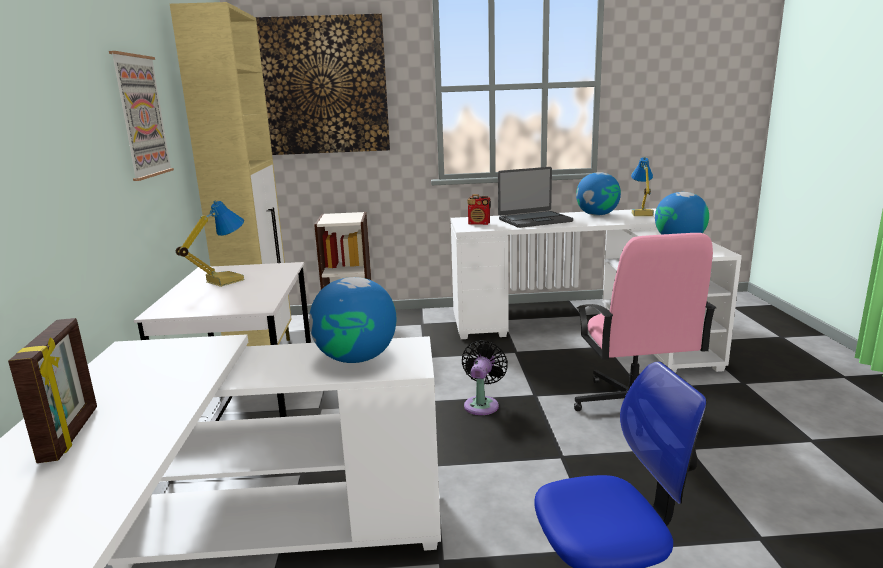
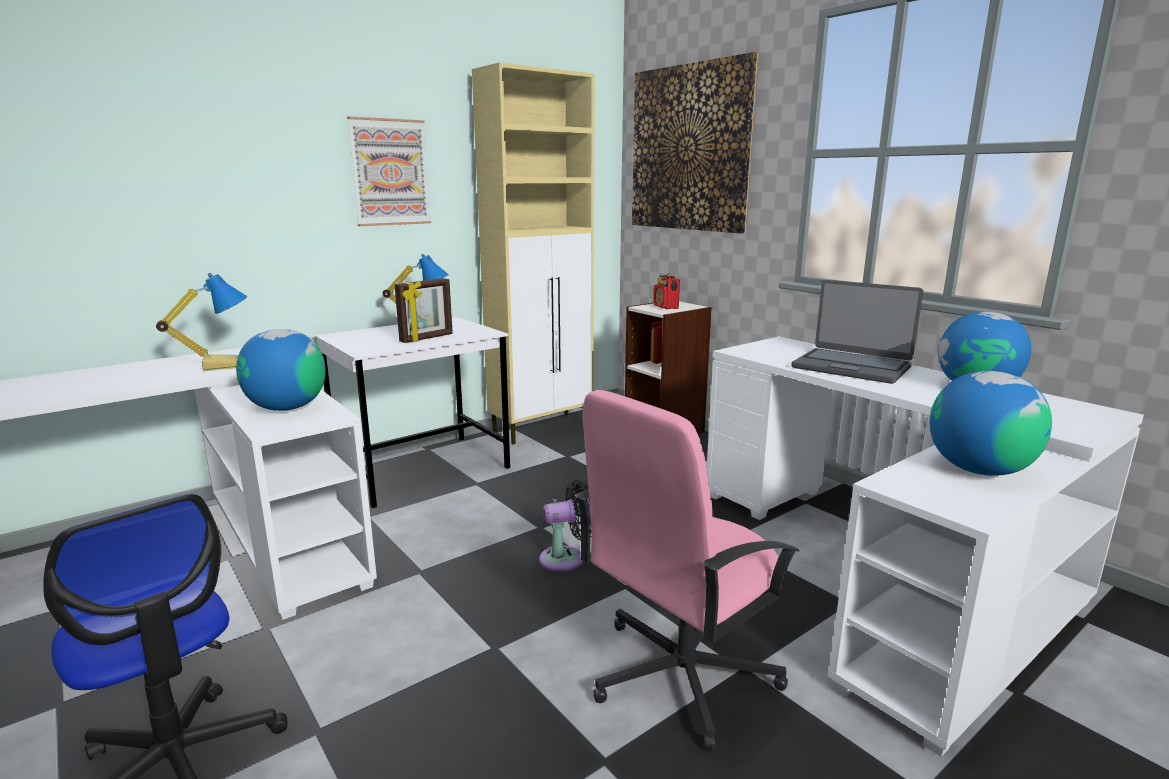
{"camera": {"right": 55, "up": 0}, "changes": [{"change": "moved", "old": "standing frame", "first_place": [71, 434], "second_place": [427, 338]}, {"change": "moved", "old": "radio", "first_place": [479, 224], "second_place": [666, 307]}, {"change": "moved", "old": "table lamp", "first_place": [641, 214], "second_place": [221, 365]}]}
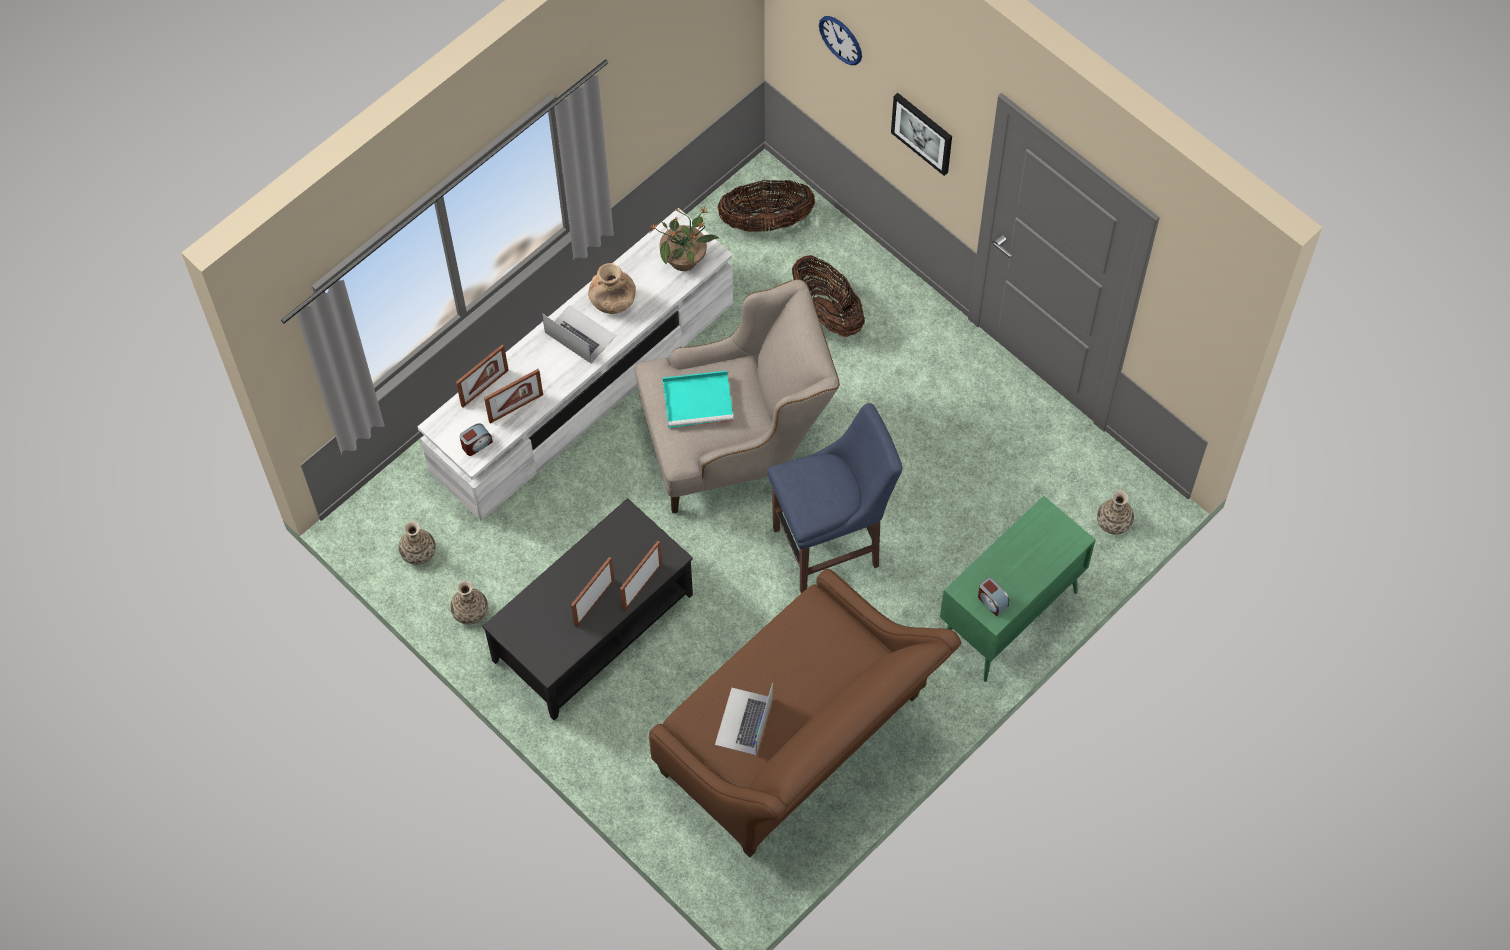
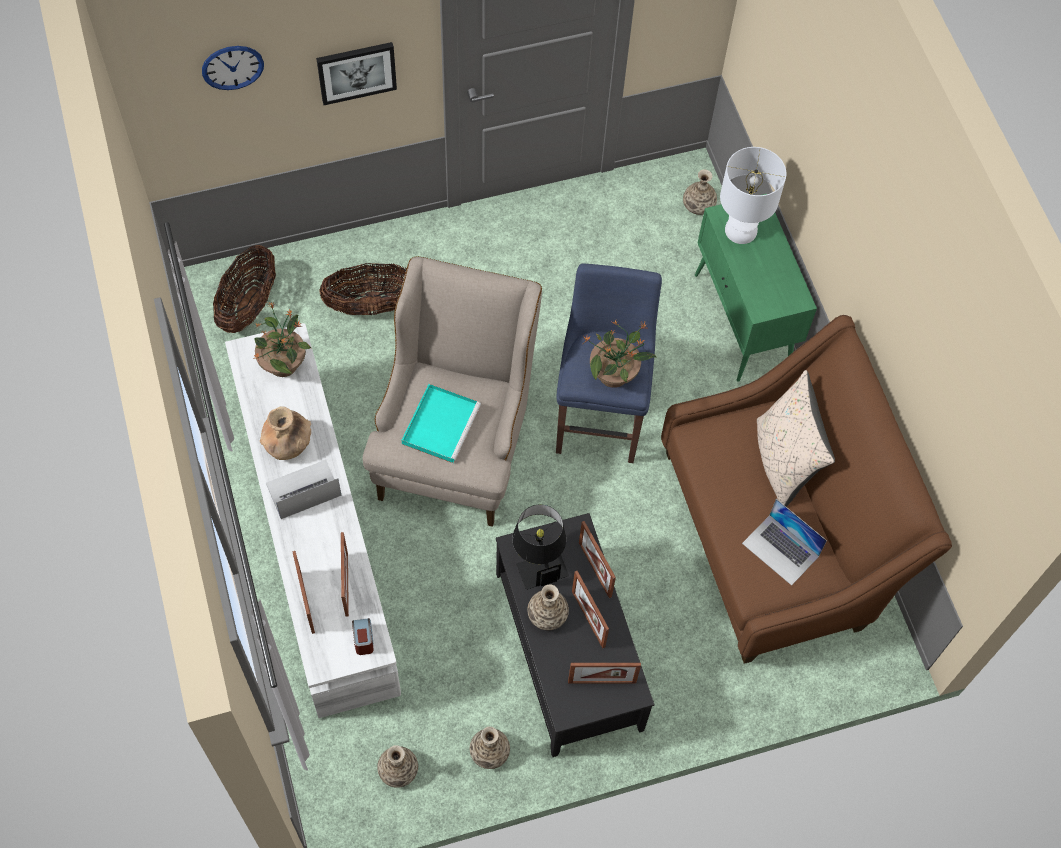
{"camera": {"right": -65, "up": 0}, "changes": [{"change": "removed", "old": "table clock", "first_place": [992, 601]}, {"change": "added", "new": "black table lamp", "second_place": [538, 560]}, {"change": "added", "new": "flower vase", "second_place": [547, 615]}, {"change": "added", "new": "standing frame", "second_place": [602, 682]}, {"change": "added", "new": "houseplant", "second_place": [614, 374]}, {"change": "added", "new": "whitish table lamp", "second_place": [741, 231]}, {"change": "added", "new": "beige-coloured pillow", "second_place": [783, 461]}]}
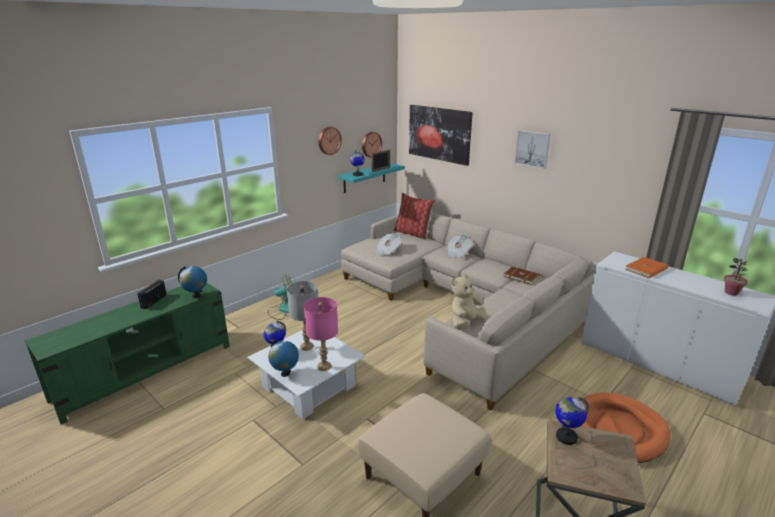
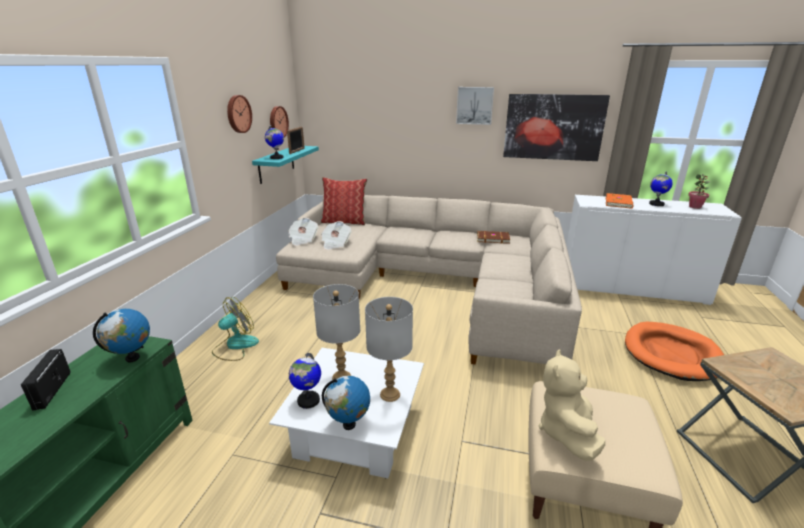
{"camera": {"right": -30, "up": 0}, "changes": [{"change": "moved", "old": "picture", "first_place": [439, 134], "second_place": [553, 127]}, {"change": "moved", "old": "printed paper", "first_place": [457, 253], "second_place": [303, 239]}, {"change": "moved", "old": "beige-coloured soft toy", "first_place": [465, 323], "second_place": [566, 432]}, {"change": "moved", "old": "desk globe", "first_place": [566, 437], "second_place": [656, 204]}, {"change": "recoloured", "old": "pink table lamp", "new": "gray table lamp", "first_place": [324, 366], "second_place": [390, 394]}]}
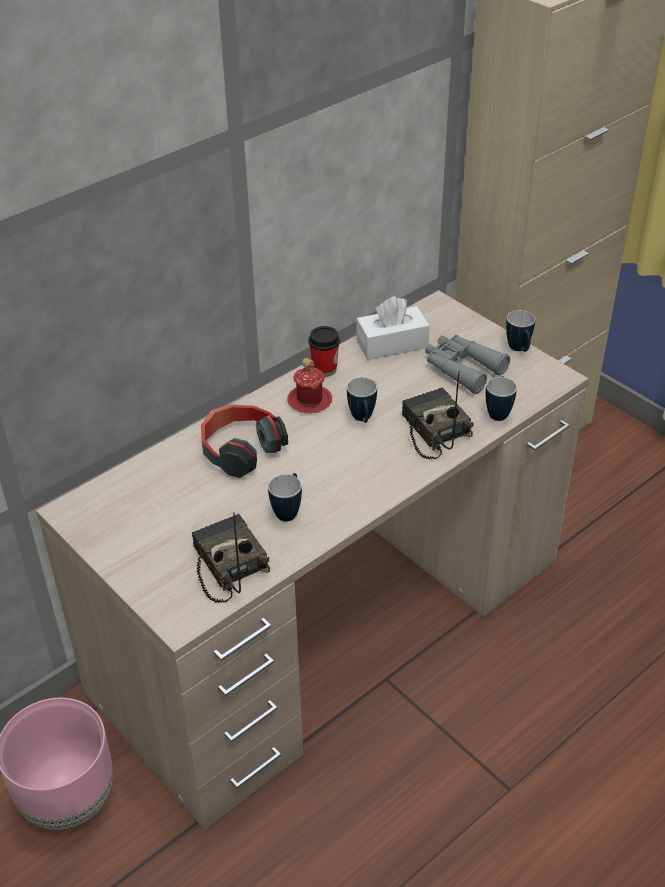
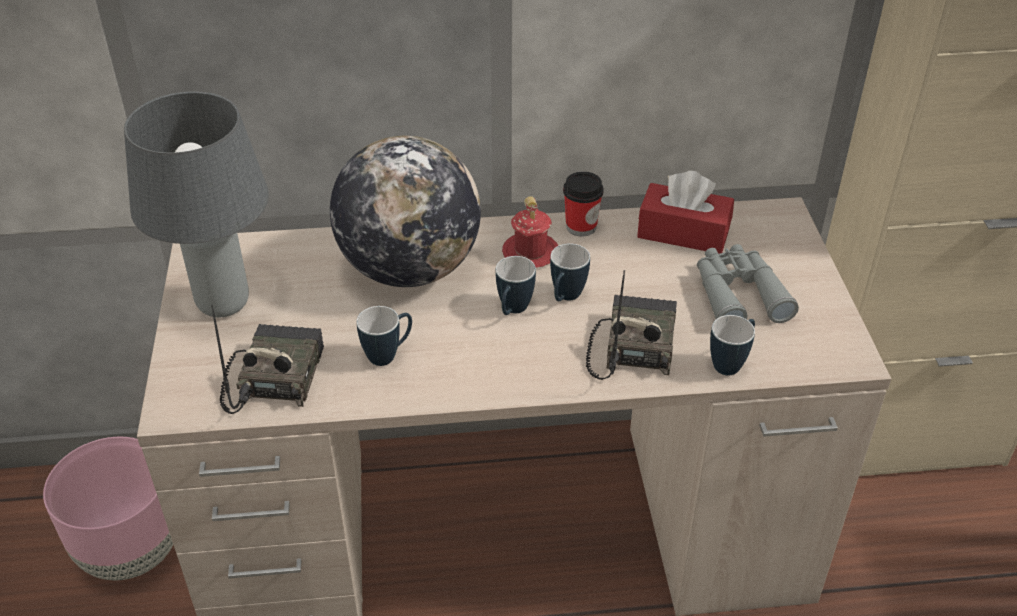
{"camera": {"right": 35, "up": 0}, "changes": [{"change": "added", "new": "gray table lamp", "second_place": [222, 305]}, {"change": "moved", "old": "tea mug", "first_place": [519, 350], "second_place": [512, 311]}, {"change": "replaced", "old": "headphones", "new": "desk globe", "first_place": [240, 449], "second_place": [409, 269]}, {"change": "recoloured", "old": "whitish tissue box", "new": "reddish tissue box", "first_place": [392, 344], "second_place": [683, 233]}]}
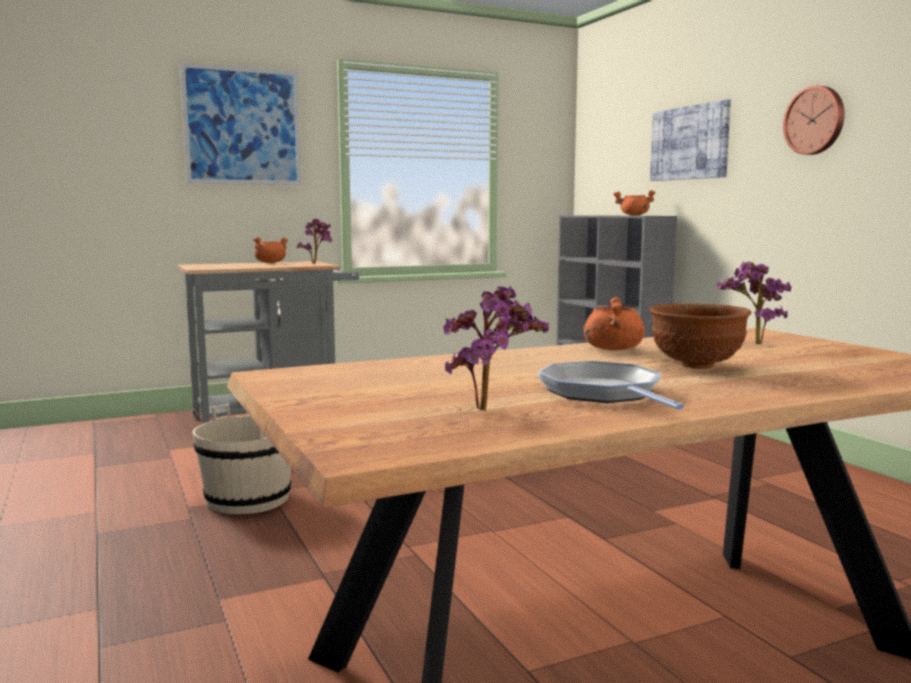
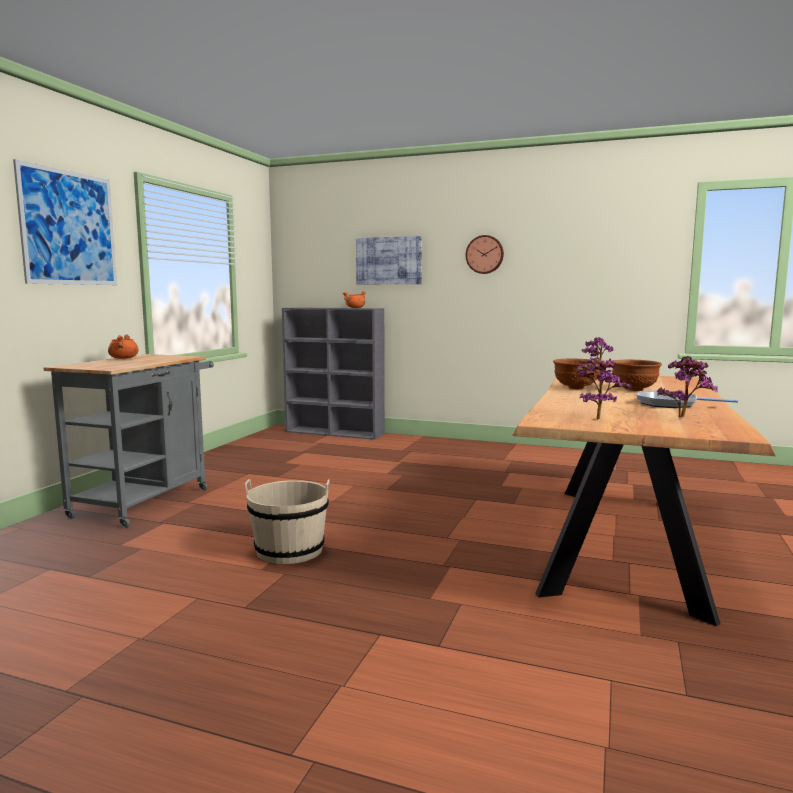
{"camera": {"right": -45, "up": 0}, "changes": [{"change": "moved", "old": "houseplant", "first_place": [317, 263], "second_place": [597, 418]}, {"change": "replaced", "old": "orangey stockpot", "new": "brown deep dish", "first_place": [612, 349], "second_place": [575, 388]}]}
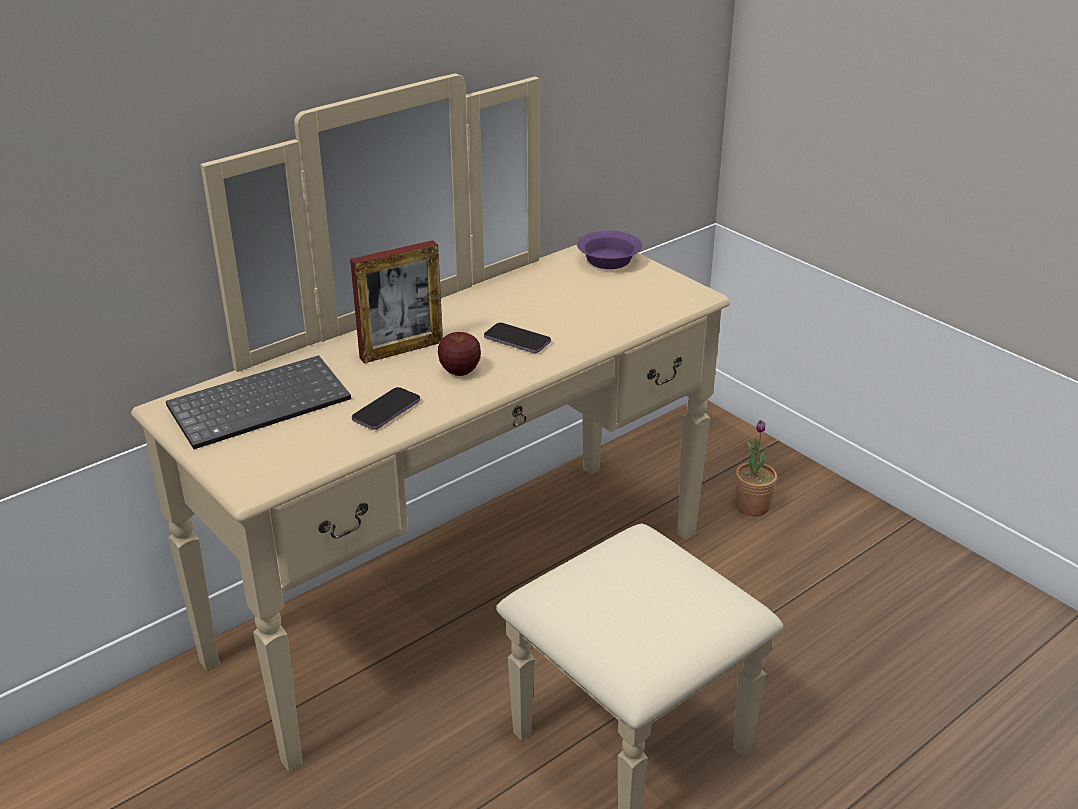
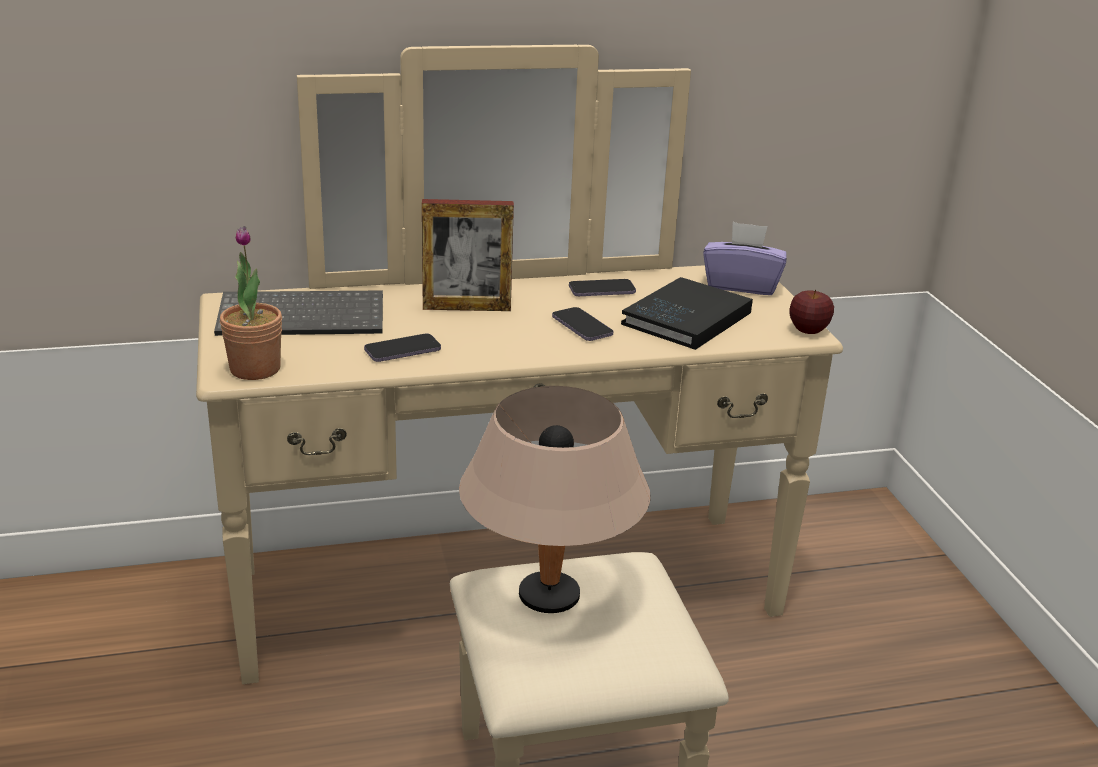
{"camera": {"right": 25, "up": -5}, "changes": [{"change": "added", "new": "beige-coloured table lamp", "second_place": [548, 596]}, {"change": "added", "new": "phone", "second_place": [602, 290]}, {"change": "added", "new": "black volume", "second_place": [686, 318]}, {"change": "moved", "old": "whole apple", "first_place": [459, 371], "second_place": [807, 330]}, {"change": "moved", "old": "houseplant", "first_place": [752, 506], "second_place": [255, 369]}, {"change": "replaced", "old": "purple-coloured deep dish", "new": "purple-coloured tissue box", "first_place": [608, 262], "second_place": [741, 285]}]}
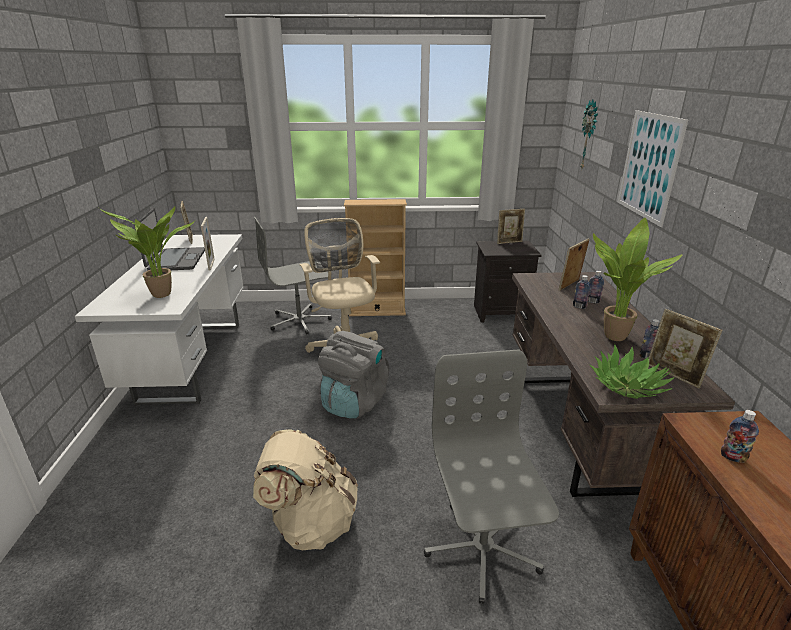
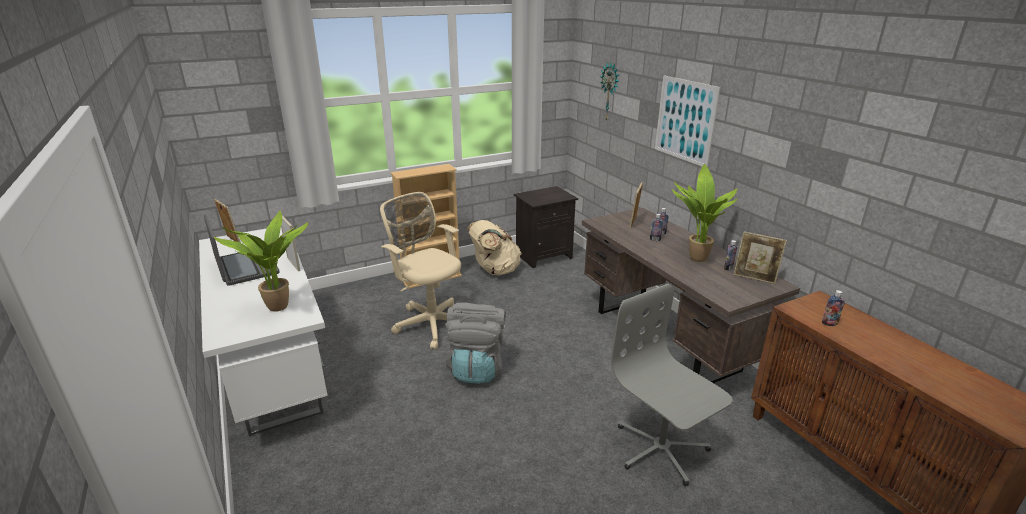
{"camera": {"right": -25, "up": 0}, "changes": [{"change": "removed", "old": "gray computer chair", "first_place": [300, 321]}, {"change": "removed", "old": "standing frame", "first_place": [509, 242]}, {"change": "removed", "old": "houseplant", "first_place": [627, 386]}, {"change": "moved", "old": "beige-coloured backpack", "first_place": [311, 522], "second_place": [494, 270]}]}
